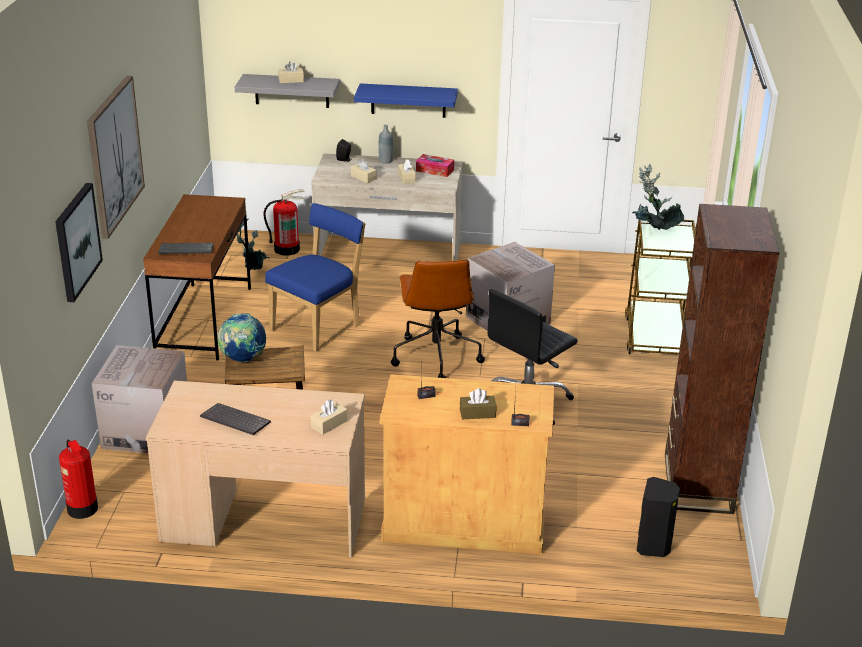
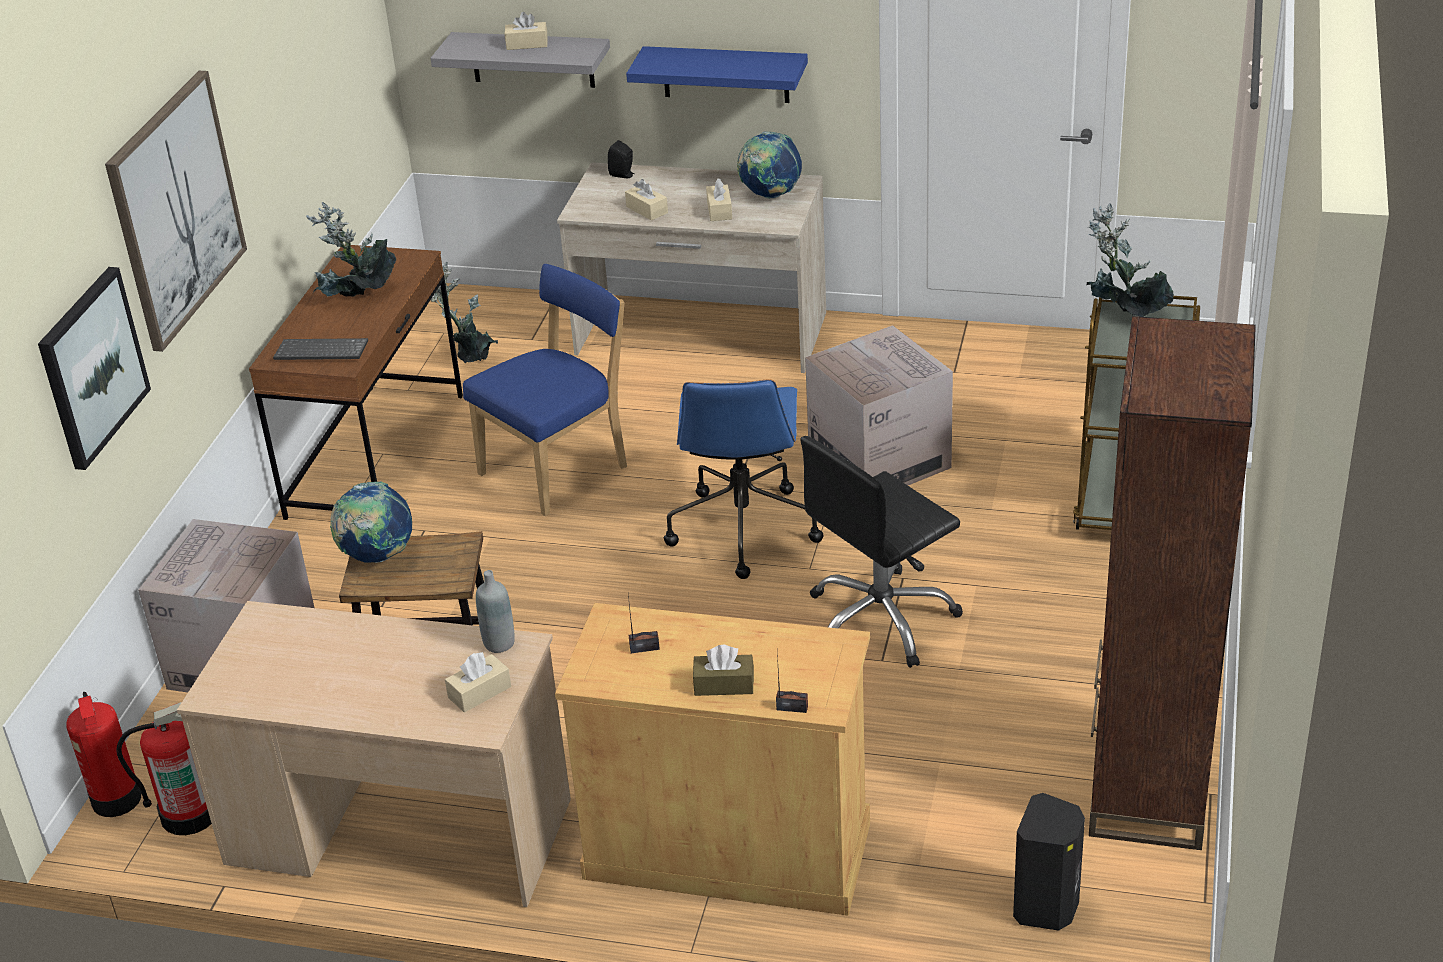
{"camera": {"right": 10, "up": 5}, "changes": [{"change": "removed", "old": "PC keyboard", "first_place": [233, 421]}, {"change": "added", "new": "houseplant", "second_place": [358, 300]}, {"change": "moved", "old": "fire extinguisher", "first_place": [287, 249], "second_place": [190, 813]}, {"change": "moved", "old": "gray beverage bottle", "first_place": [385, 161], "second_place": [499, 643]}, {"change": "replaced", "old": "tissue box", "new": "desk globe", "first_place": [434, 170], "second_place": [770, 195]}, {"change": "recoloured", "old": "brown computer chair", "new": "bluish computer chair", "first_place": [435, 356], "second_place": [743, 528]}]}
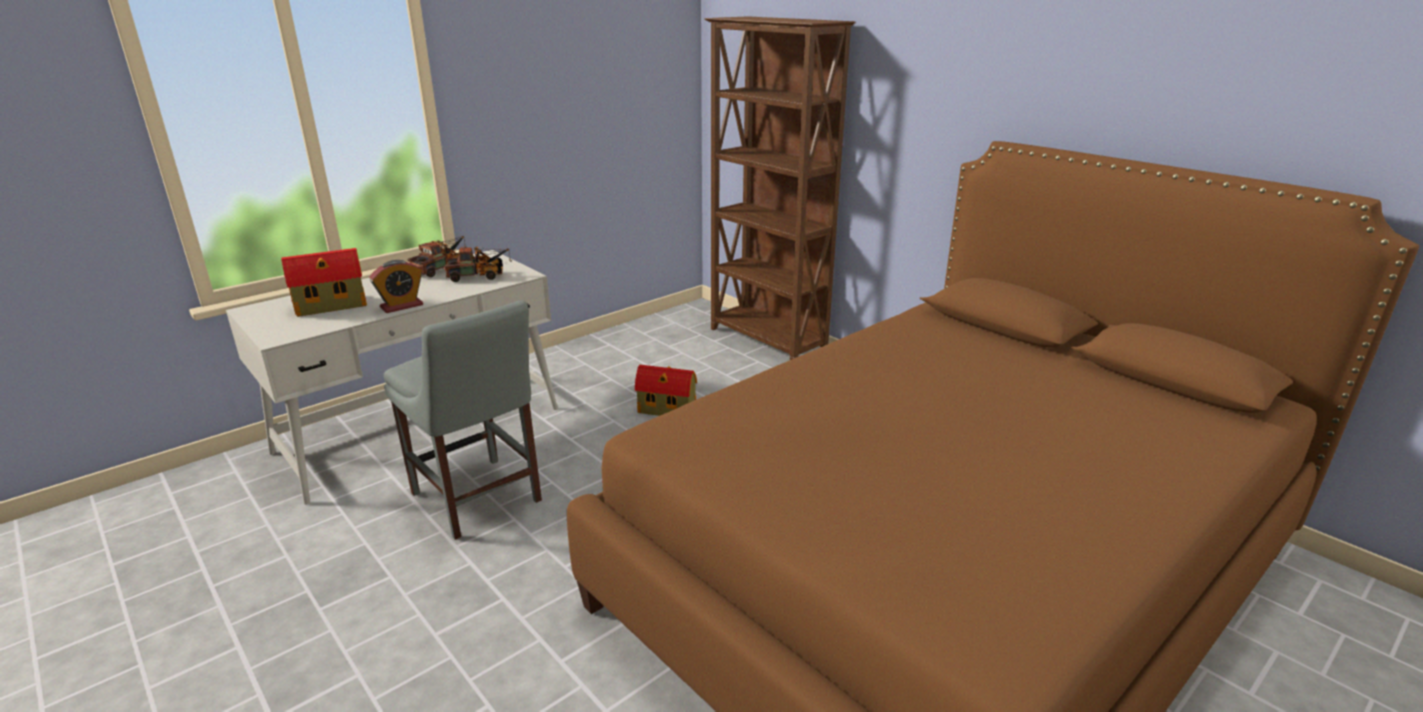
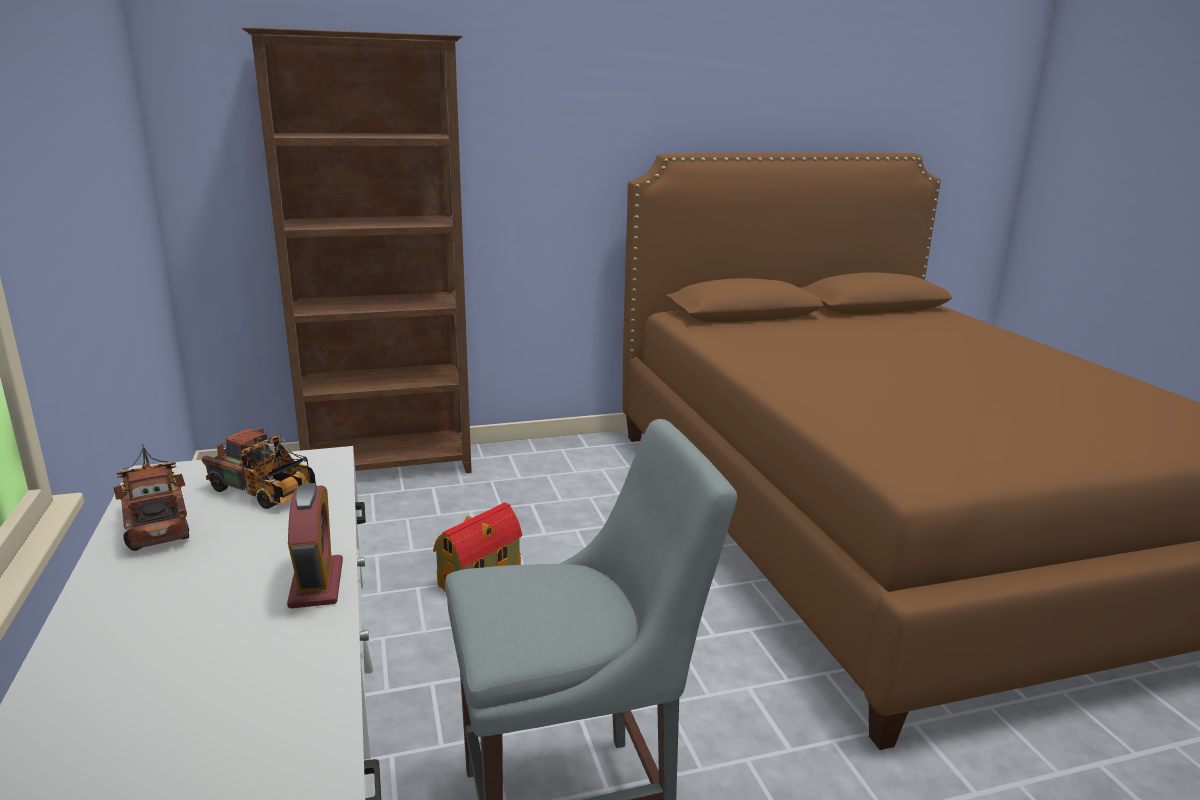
{"camera": {"right": -65, "up": -5}, "changes": [{"change": "removed", "old": "miniature house", "first_place": [333, 306]}, {"change": "turned", "old": "model truck", "first_place": [480, 276], "second_place": [267, 493], "degrees": 105}]}
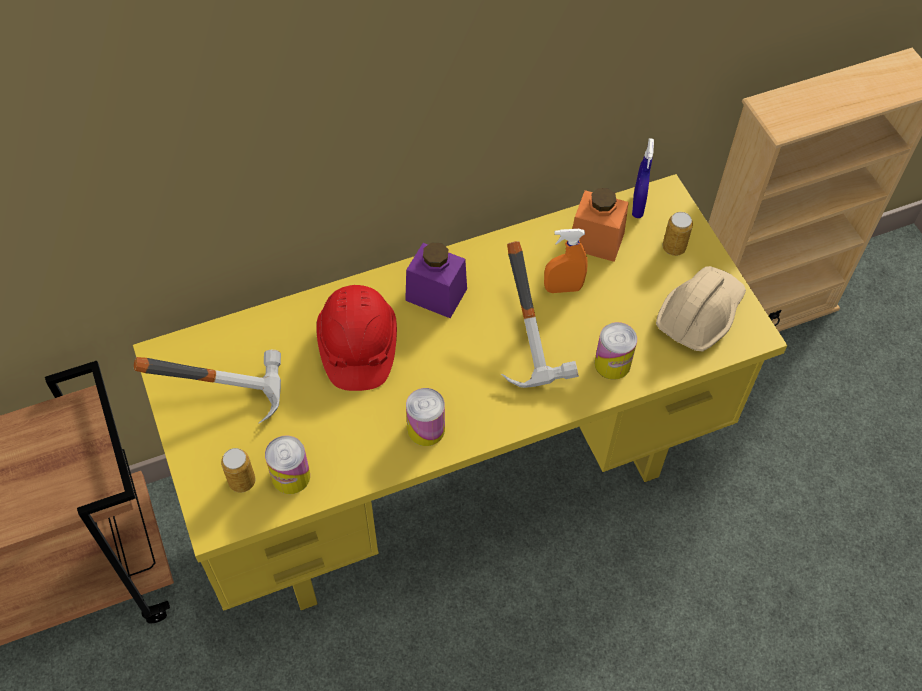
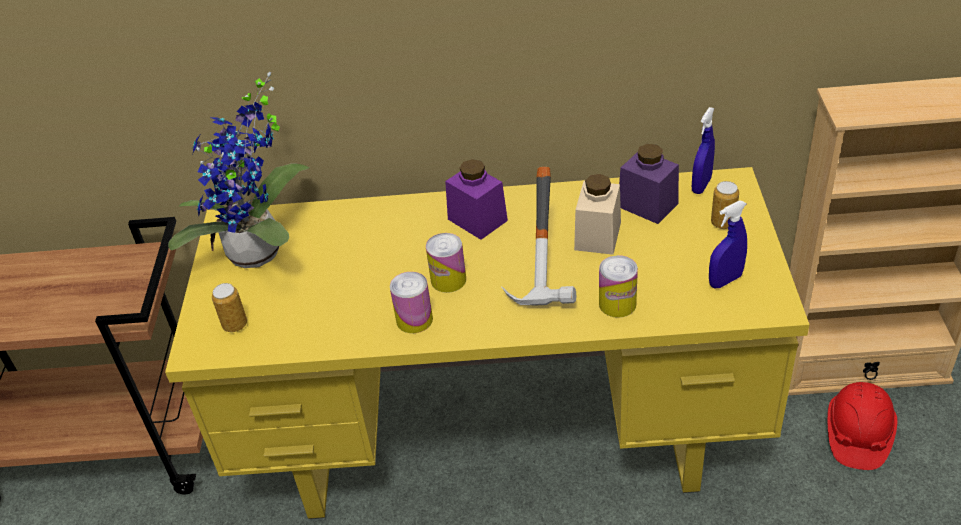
{"camera": {"right": 25, "up": -15}, "changes": [{"change": "moved", "old": "metal can", "first_place": [291, 476], "second_place": [448, 280]}, {"change": "moved", "old": "reddish safety helmet", "first_place": [357, 347], "second_place": [857, 435]}, {"change": "replaced", "old": "tool hammer", "new": "houseplant", "first_place": [226, 389], "second_place": [261, 255]}, {"change": "replaced", "old": "orangey spray bottle", "new": "beige-coloured storage jar", "first_place": [563, 288], "second_place": [597, 236]}, {"change": "replaced", "old": "beige-coloured safety helmet", "new": "bluish spray bottle", "first_place": [699, 314], "second_place": [725, 280]}, {"change": "recoloured", "old": "orangey storage jar", "new": "purple-coloured storage jar", "first_place": [596, 240], "second_place": [647, 205]}]}
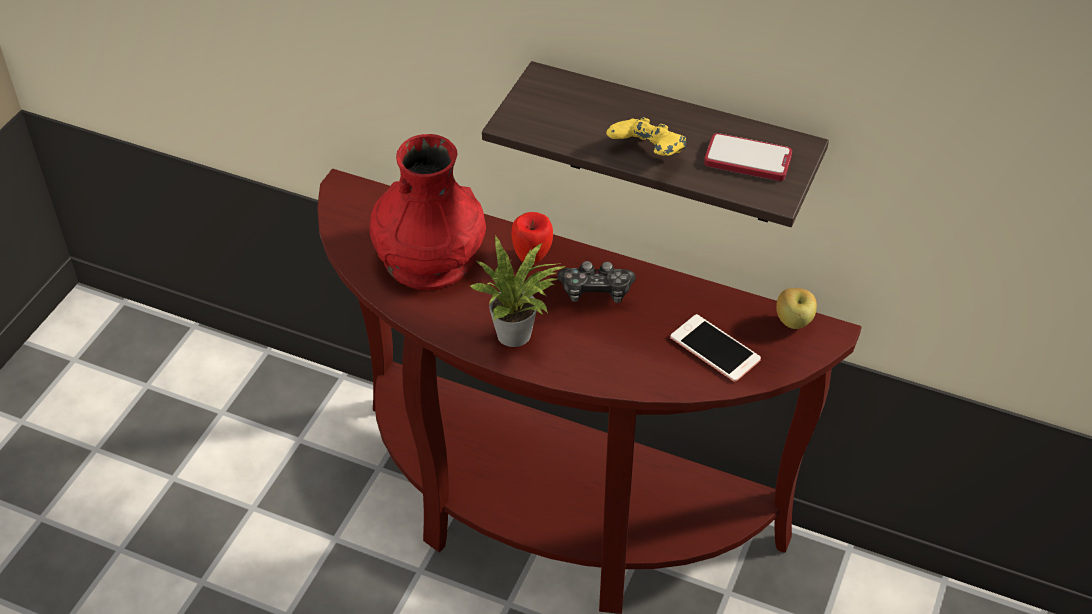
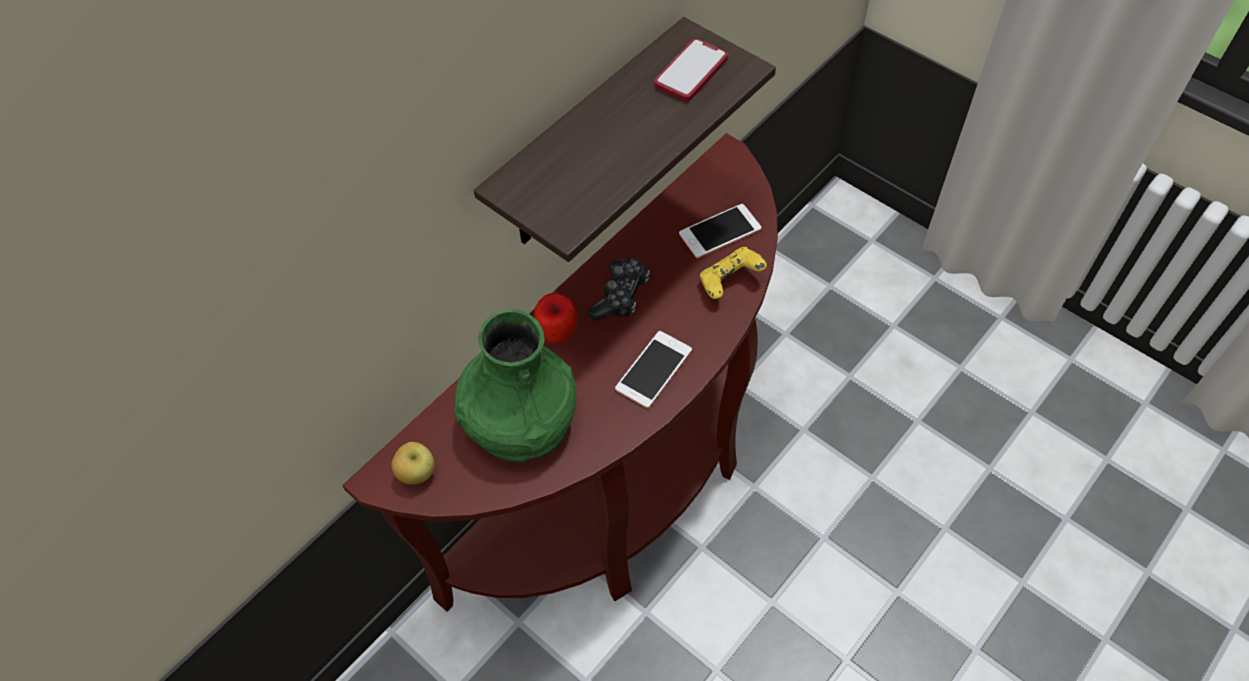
{"camera": {"right": -70, "up": 10}, "changes": [{"change": "moved", "old": "yellow-coloured joypad", "first_place": [647, 154], "second_place": [730, 282]}, {"change": "moved", "old": "whole apple", "first_place": [794, 322], "second_place": [417, 473]}, {"change": "replaced", "old": "houseplant", "new": "phone", "first_place": [518, 335], "second_place": [653, 370]}, {"change": "recoloured", "old": "reddish flower vase", "new": "greenish flower vase", "first_place": [429, 257], "second_place": [521, 421]}]}
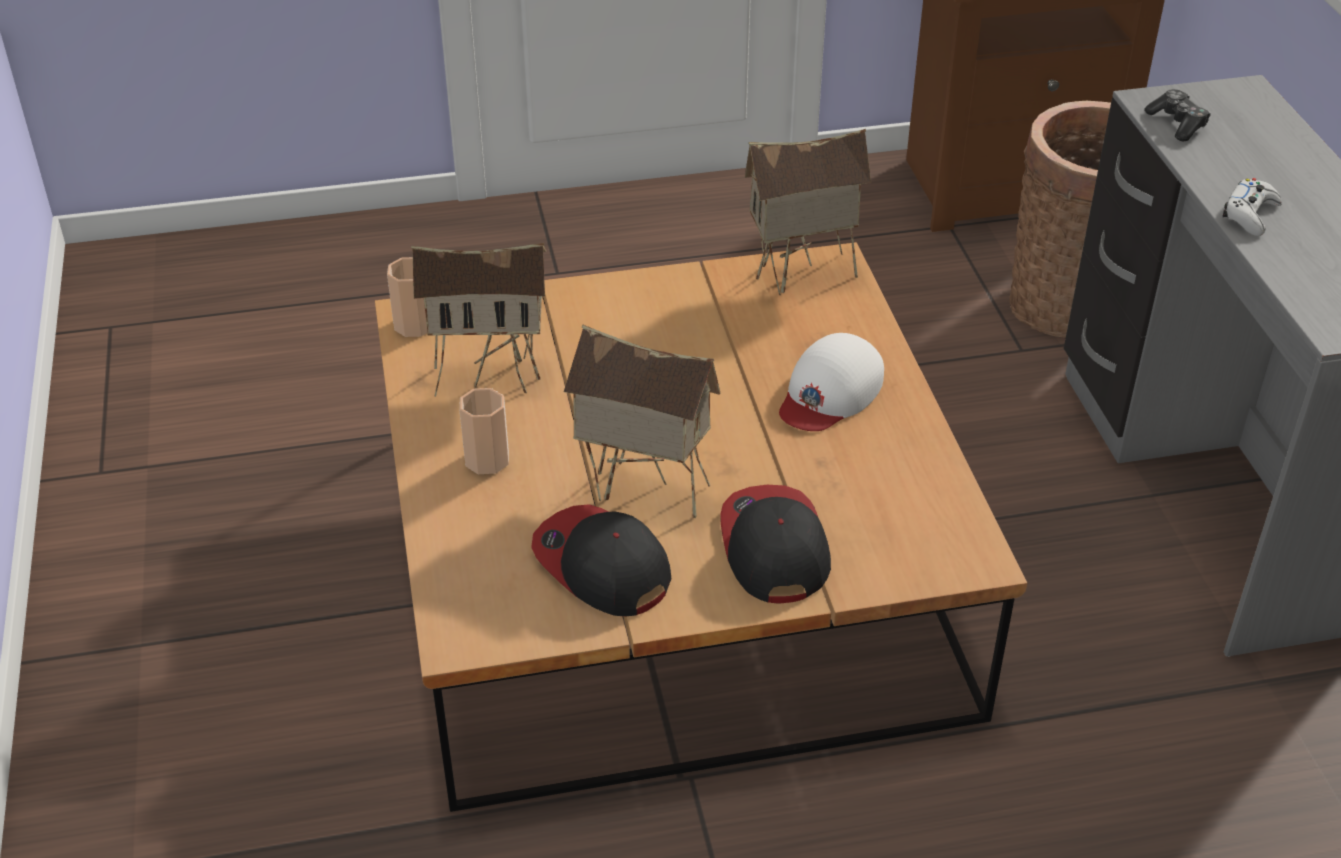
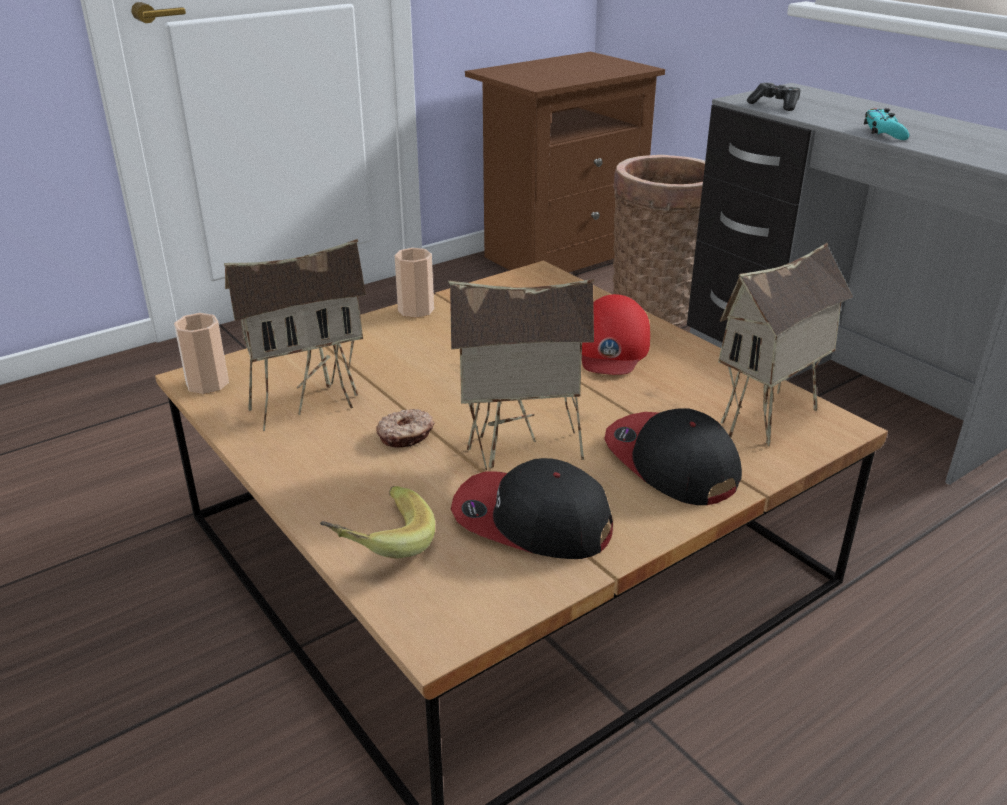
{"camera": {"right": -25, "up": -10}, "changes": [{"change": "added", "new": "banana", "second_place": [378, 543]}, {"change": "added", "new": "ring doughnut", "second_place": [406, 436]}, {"change": "moved", "old": "small cup", "first_place": [487, 460], "second_place": [416, 310]}, {"change": "moved", "old": "miniature house", "first_place": [803, 277], "second_place": [769, 423]}, {"change": "recoloured", "old": "whitish baseball cap", "new": "reddish baseball cap", "first_place": [830, 392], "second_place": [611, 348]}, {"change": "recoloured", "old": "whitish joypad", "new": "turquoise joypad", "first_place": [1249, 215], "second_place": [884, 132]}]}
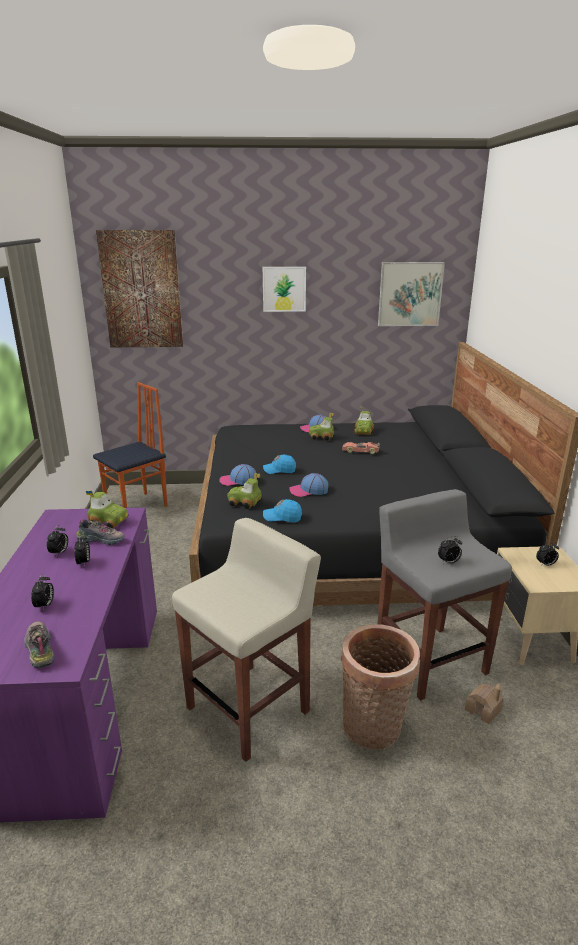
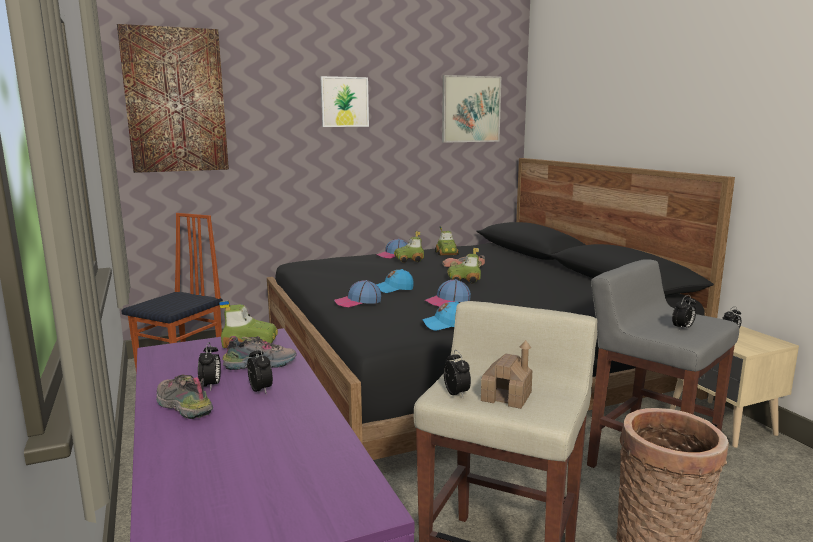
{"camera": {"right": -20, "up": -10}, "changes": [{"change": "moved", "old": "item of footwear", "first_place": [39, 649], "second_place": [181, 406]}, {"change": "moved", "old": "table clock", "first_place": [45, 605], "second_place": [457, 394]}, {"change": "moved", "old": "miniature car", "first_place": [244, 503], "second_place": [464, 280]}, {"change": "moved", "old": "miniature house", "first_place": [483, 710], "second_place": [506, 396]}]}
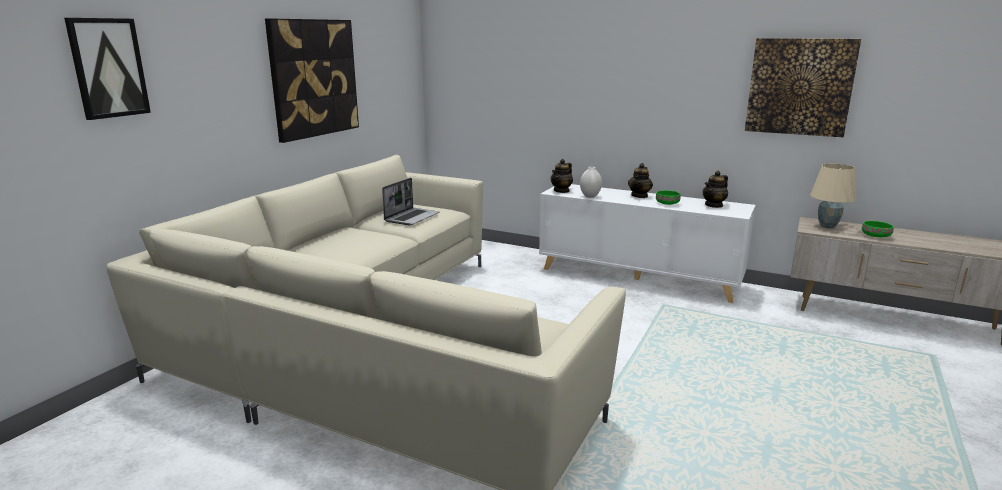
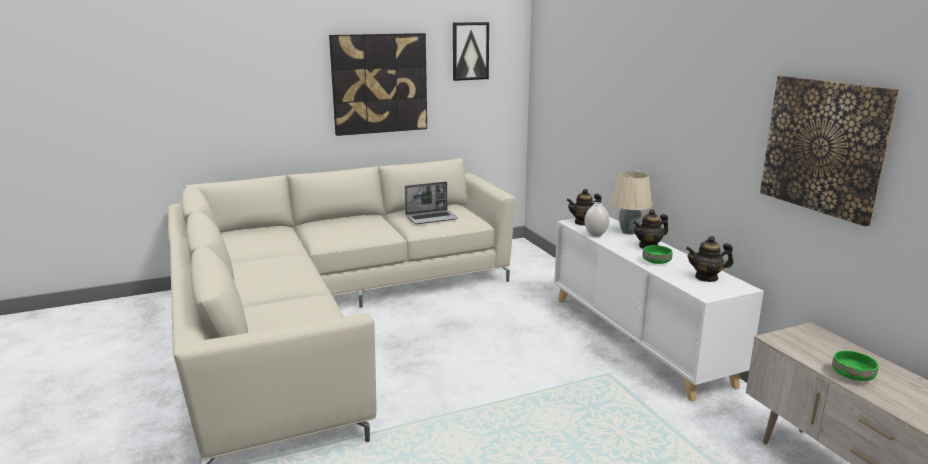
{"camera": {"right": 40, "up": 0}, "changes": [{"change": "moved", "old": "picture", "first_place": [108, 68], "second_place": [470, 51]}, {"change": "moved", "old": "beige-coloured table lamp", "first_place": [827, 226], "second_place": [629, 232]}]}
